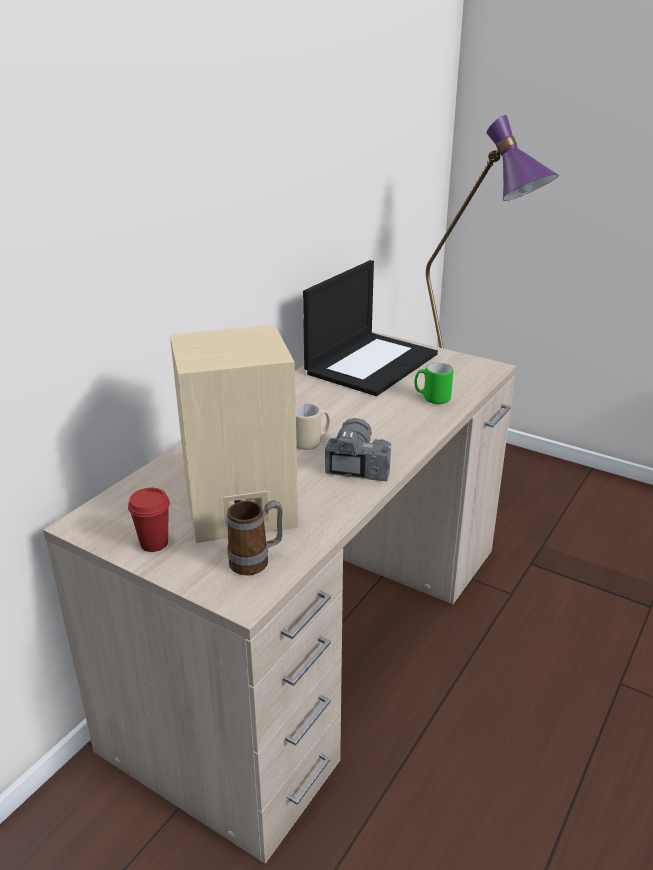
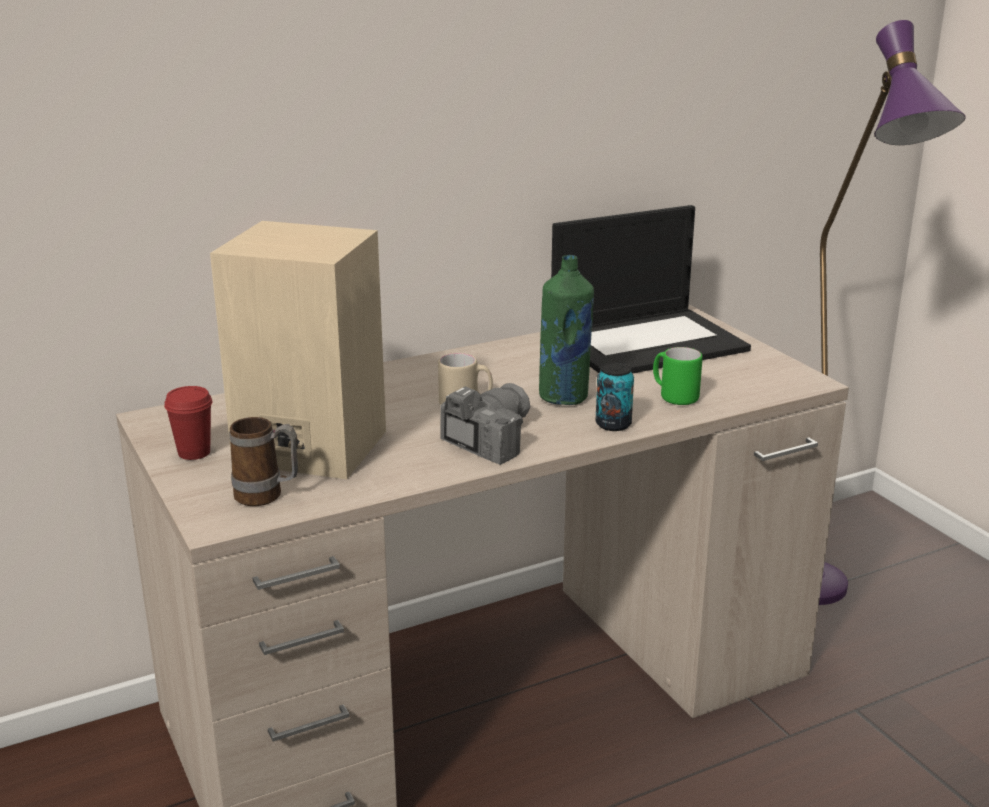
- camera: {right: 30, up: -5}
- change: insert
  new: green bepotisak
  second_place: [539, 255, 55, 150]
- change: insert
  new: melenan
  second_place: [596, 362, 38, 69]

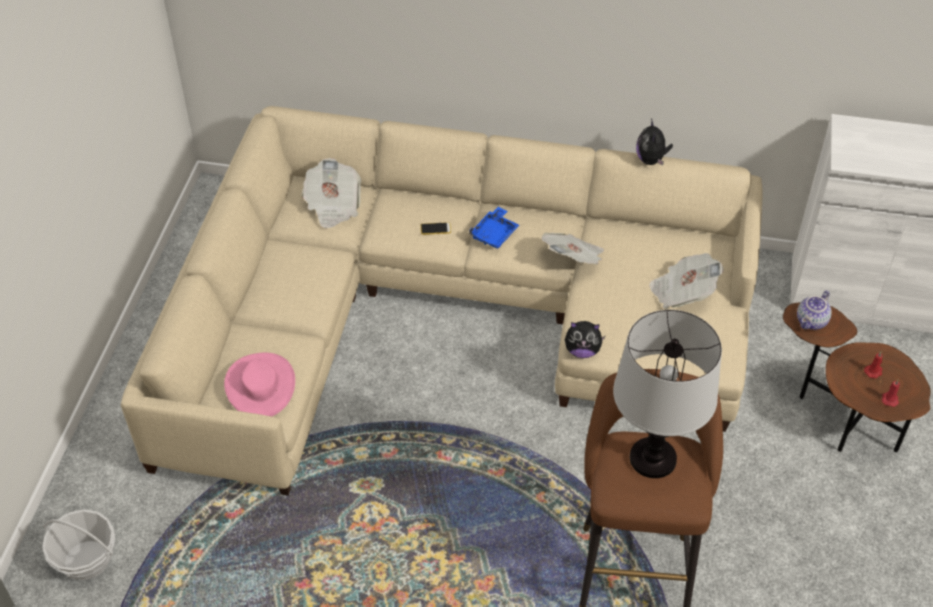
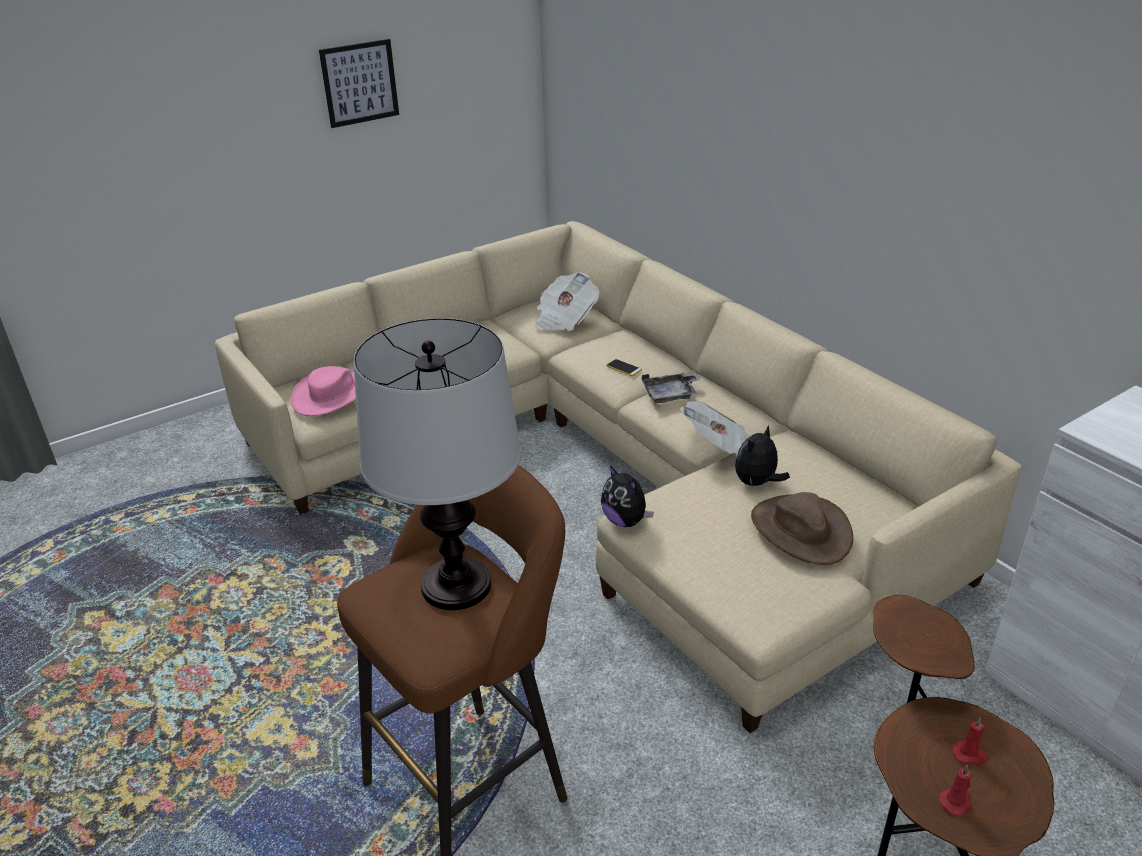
- camera: {right: 45, up: -15}
- change: delete
  old: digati
  first_place: [42, 509, 73, 71]
- change: recolor
  old: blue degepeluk
  new: grey degepeluk
  first_place: [469, 207, 50, 41]
  second_place: [642, 373, 58, 30]
- change: move
  old: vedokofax
  first_place: [636, 118, 37, 47]
  second_place: [735, 425, 55, 63]
- change: replace
  old: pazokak
  new: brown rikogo
  first_place: [649, 253, 75, 56]
  second_place: [751, 492, 102, 73]
- change: delete
  old: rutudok
  first_place: [797, 290, 35, 40]
- change: insert
  new: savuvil
  second_place: [319, 39, 80, 89]

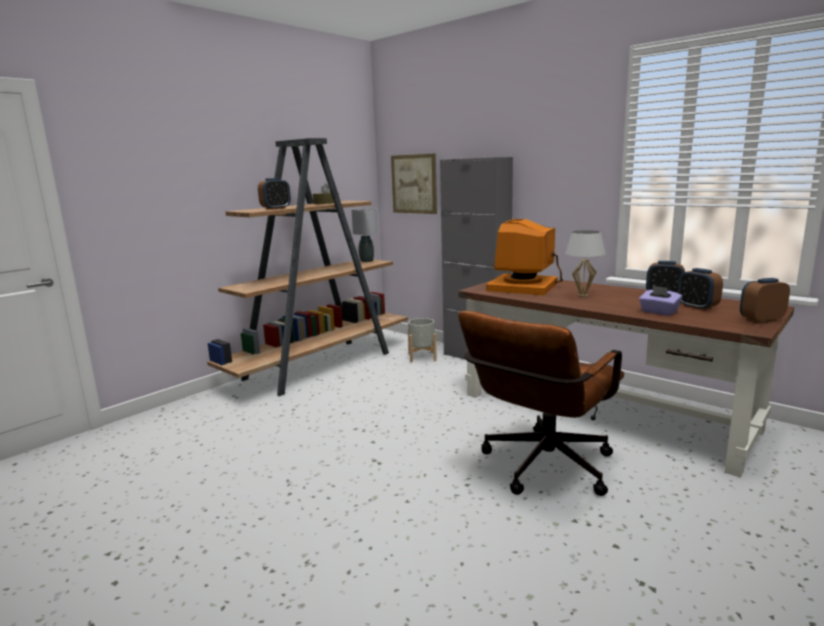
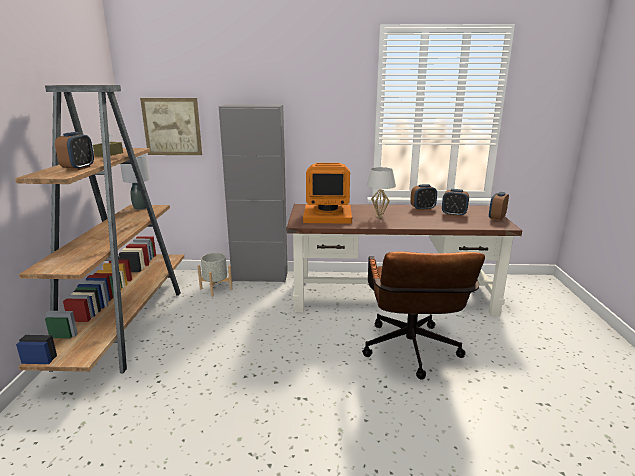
- camera: {right: -40, up: 5}
- change: rotate
  old: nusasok
  first_place: [486, 219, 77, 76]
  second_place: [303, 163, 49, 61]
  degrees: -75
- change: delete
  old: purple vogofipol
  first_place: [639, 285, 43, 31]

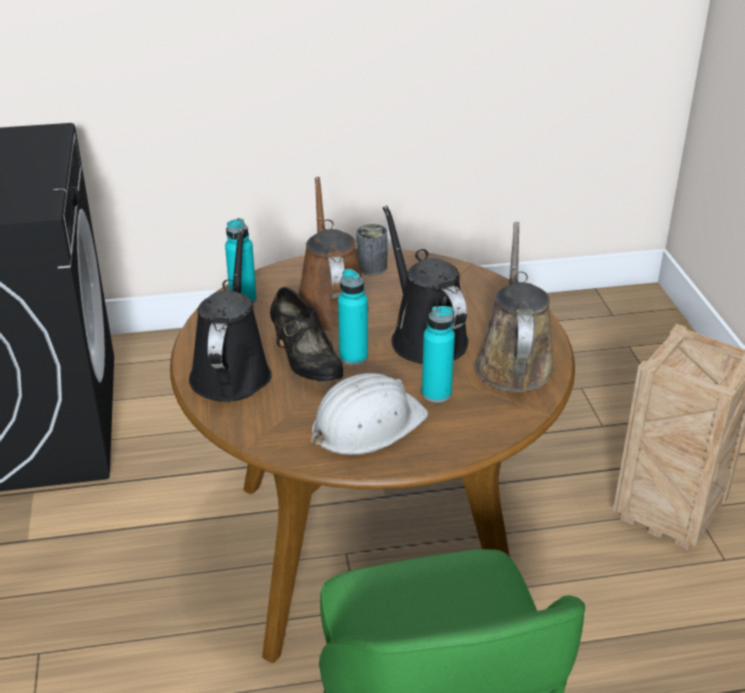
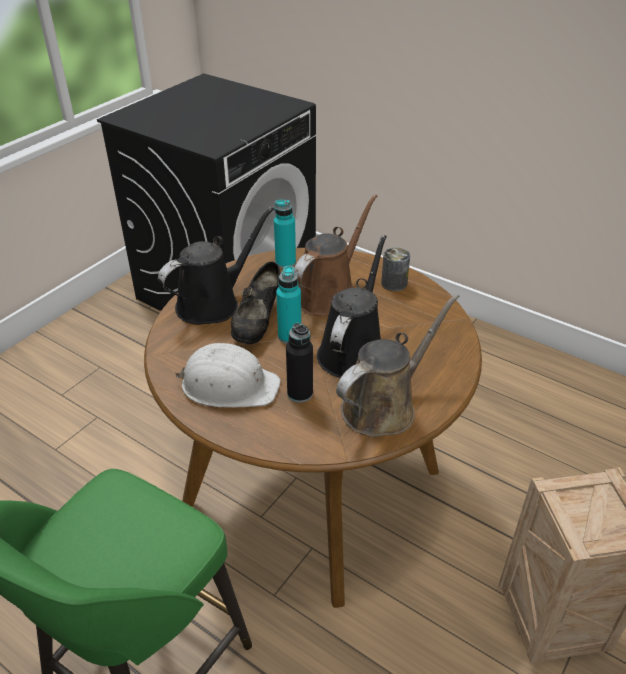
- camera: {right: 45, up: 5}
- change: recolor
  old: turquoise bepotisak
  new: black bepotisak
  first_place: [422, 306, 33, 97]
  second_place: [286, 322, 27, 81]

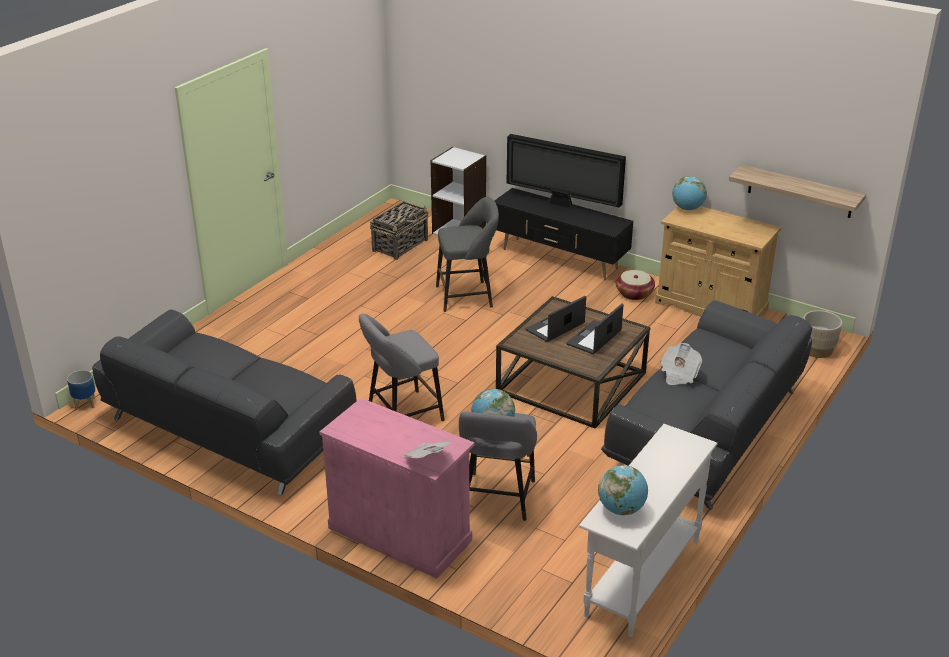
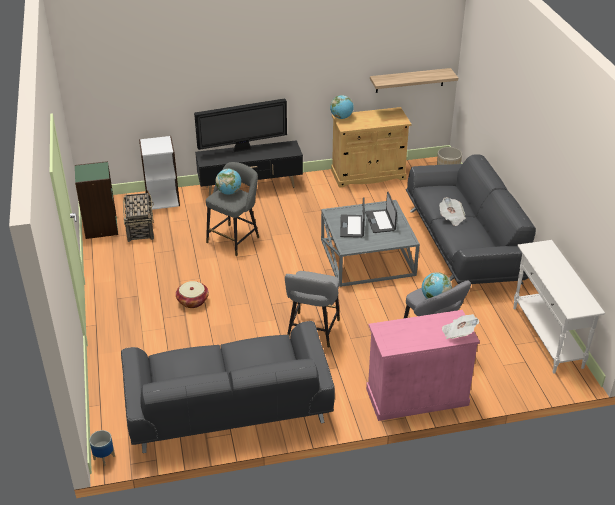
- camera: {right: -45, up: 5}
- change: recolor
  old: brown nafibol
  new: grey nafibol
  first_place: [496, 296, 155, 132]
  second_place: [321, 200, 99, 87]
- change: move
  old: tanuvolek
  first_place: [598, 465, 50, 50]
  second_place: [216, 169, 25, 26]
- change: move
  old: digati
  first_place: [616, 270, 39, 30]
  second_place: [176, 281, 33, 27]
- change: insert
  new: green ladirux
  second_place: [75, 161, 43, 78]

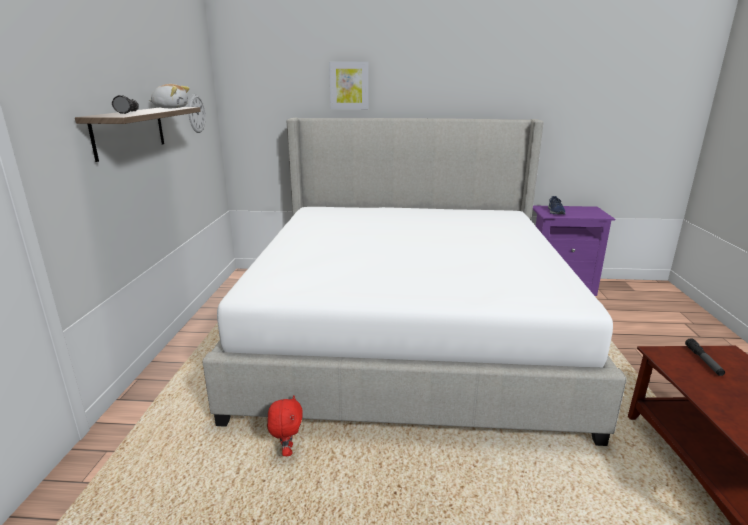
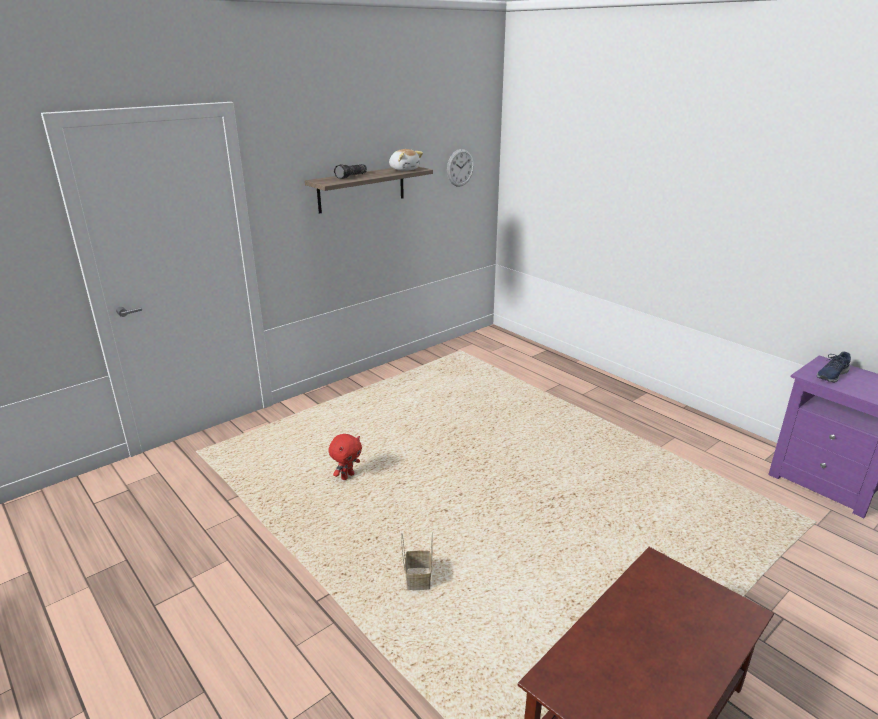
- camera: {right: 45, up: 5}
- change: delete
  old: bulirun
  first_place: [203, 118, 424, 328]
- change: delete
  old: savuvil
  first_place: [329, 62, 40, 47]
- change: delete
  old: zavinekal
  first_place: [685, 338, 40, 38]
- change: insert
  new: digati
  second_place: [401, 532, 32, 58]

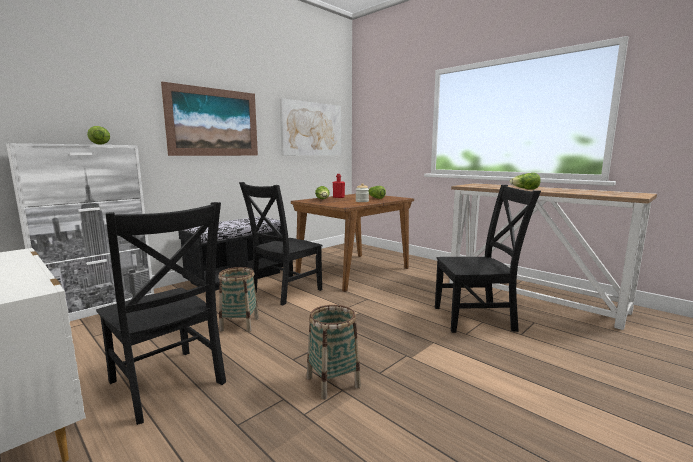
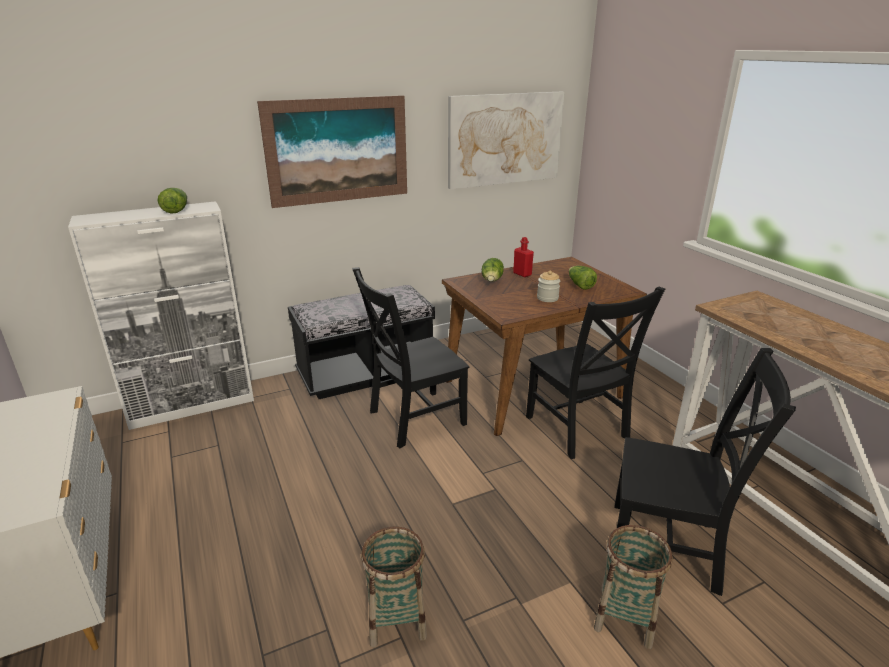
- camera: {right: 20, up: 15}
- change: move
  old: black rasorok
  first_place: [96, 202, 130, 223]
  second_place: [526, 287, 139, 172]
- change: move
  old: digati
  first_place: [218, 267, 41, 65]
  second_place: [594, 525, 79, 124]
- change: delete
  old: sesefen
  first_place: [509, 173, 32, 16]

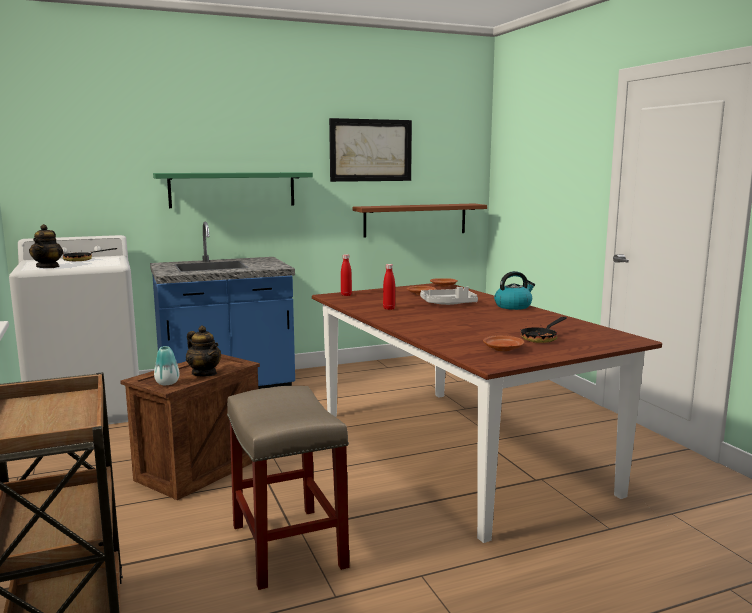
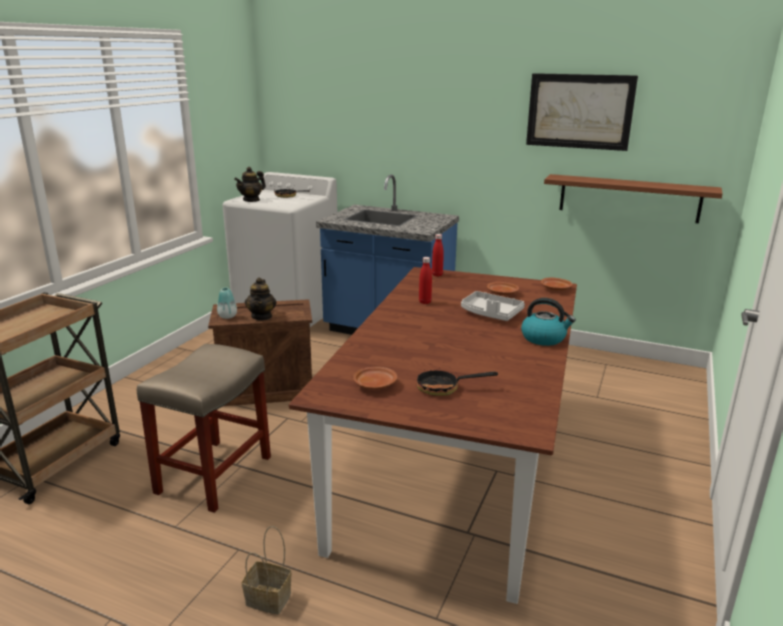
- camera: {right: 45, up: 10}
- change: delete
  old: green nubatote
  first_place: [153, 172, 160, 36]
- change: insert
  new: digati
  second_place: [242, 526, 50, 88]

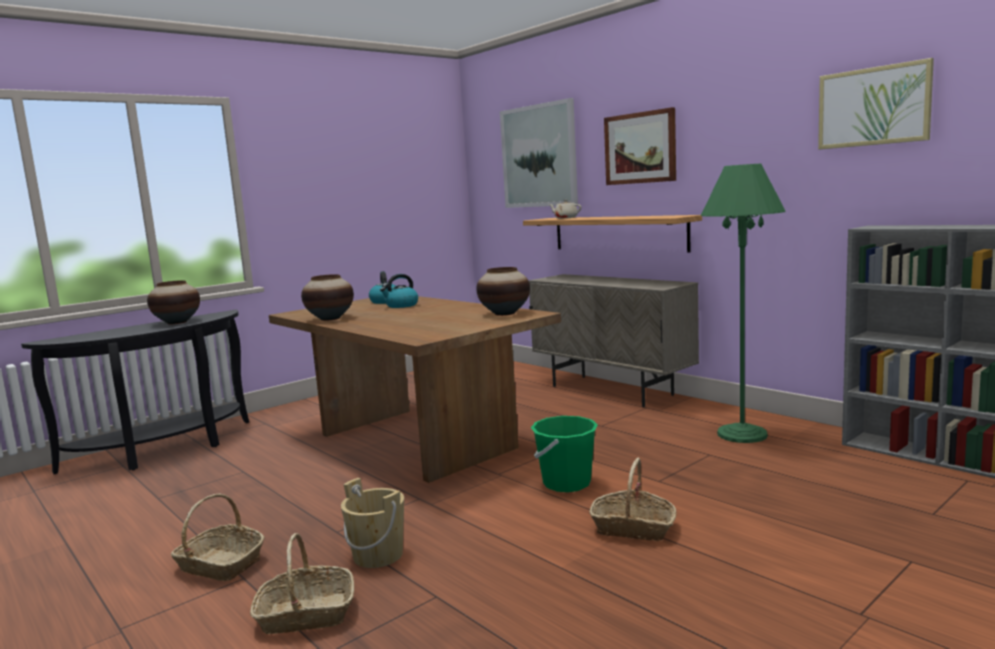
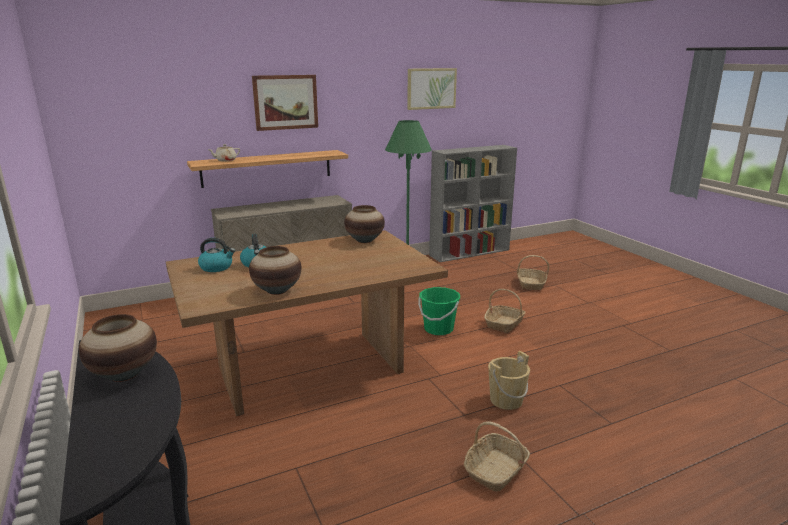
- camera: {right: -75, up: 10}
- change: move
  old: digati
  first_place: [250, 533, 104, 101]
  second_place: [517, 255, 32, 35]
- change: delete
  old: savuvil
  first_place: [500, 98, 78, 110]

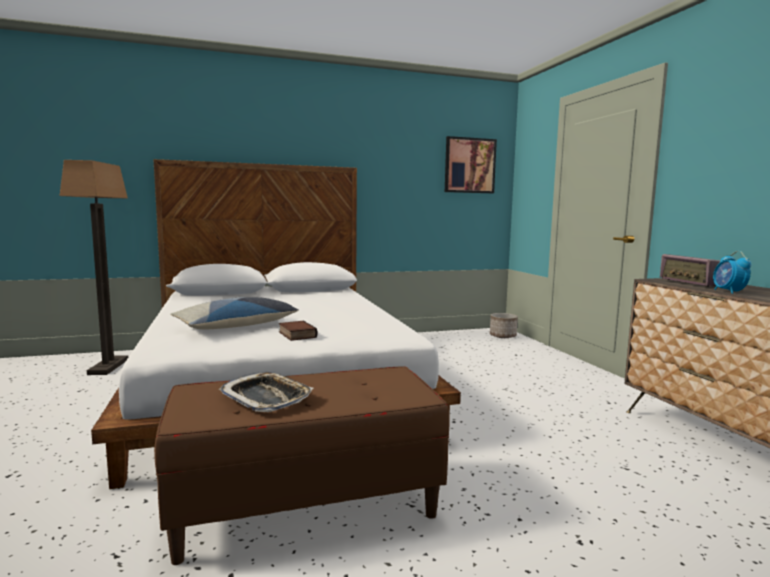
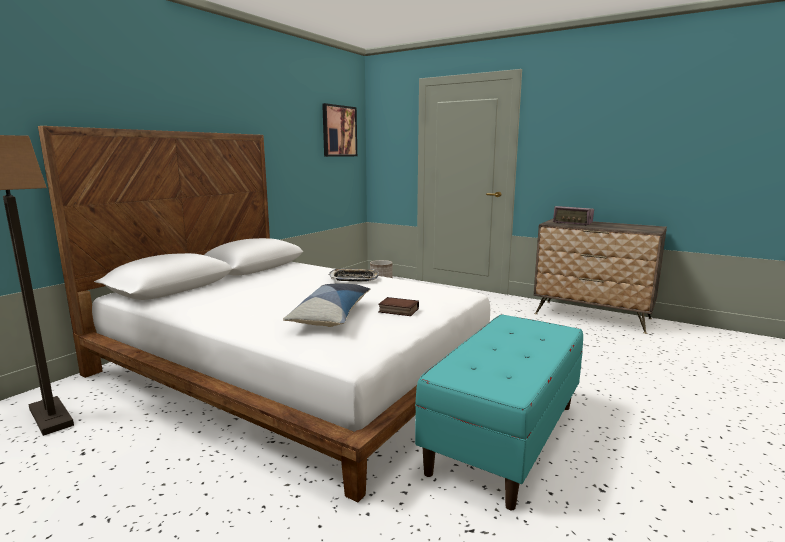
- camera: {right: -40, up: 5}
- change: recolor
  old: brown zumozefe
  new: turquoise zumozefe
  first_place: [154, 366, 296, 199]
  second_place: [415, 314, 168, 196]
- change: move
  old: degepeluk
  first_place: [219, 372, 94, 40]
  second_place: [329, 268, 50, 14]
- change: delete
  old: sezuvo
  first_place: [713, 251, 39, 43]

